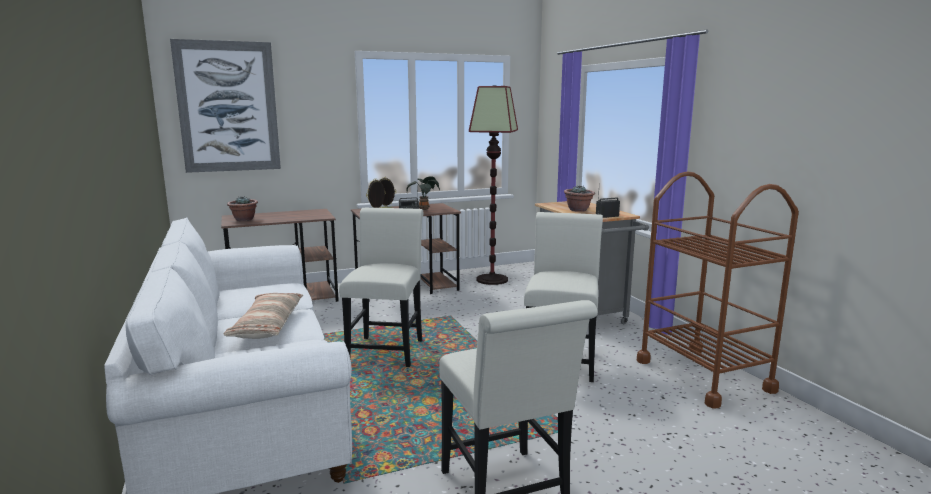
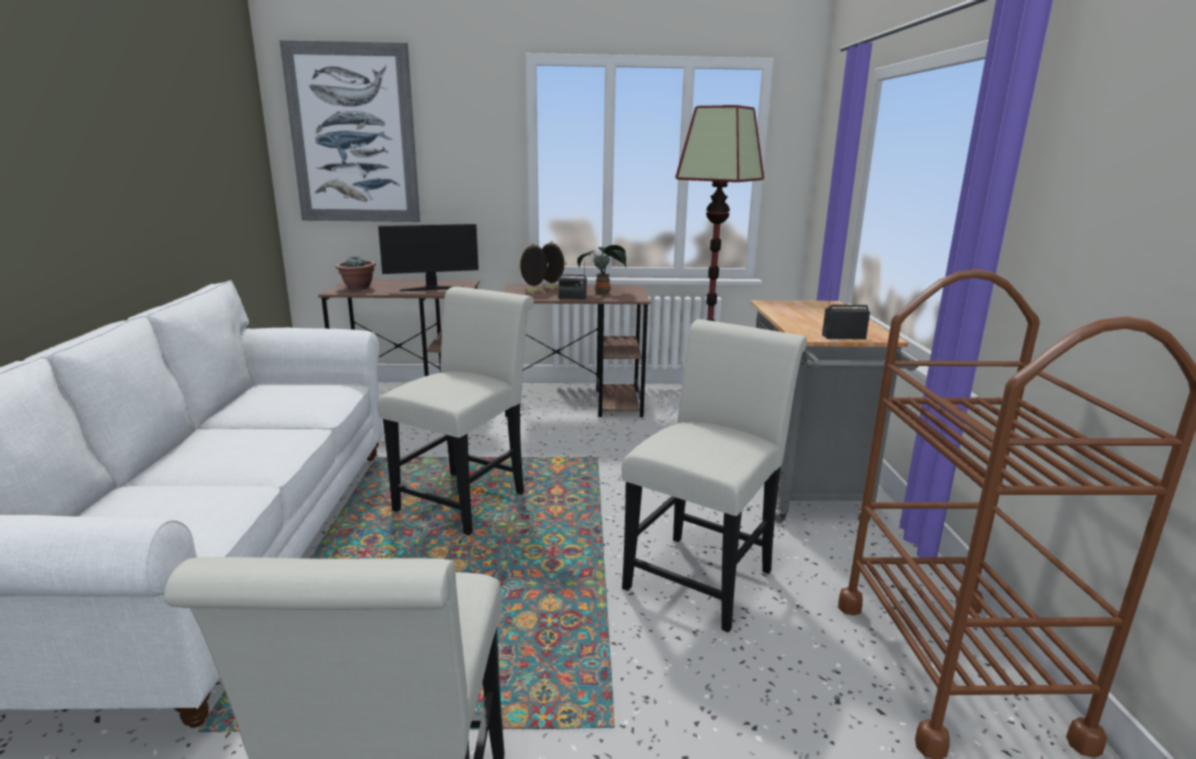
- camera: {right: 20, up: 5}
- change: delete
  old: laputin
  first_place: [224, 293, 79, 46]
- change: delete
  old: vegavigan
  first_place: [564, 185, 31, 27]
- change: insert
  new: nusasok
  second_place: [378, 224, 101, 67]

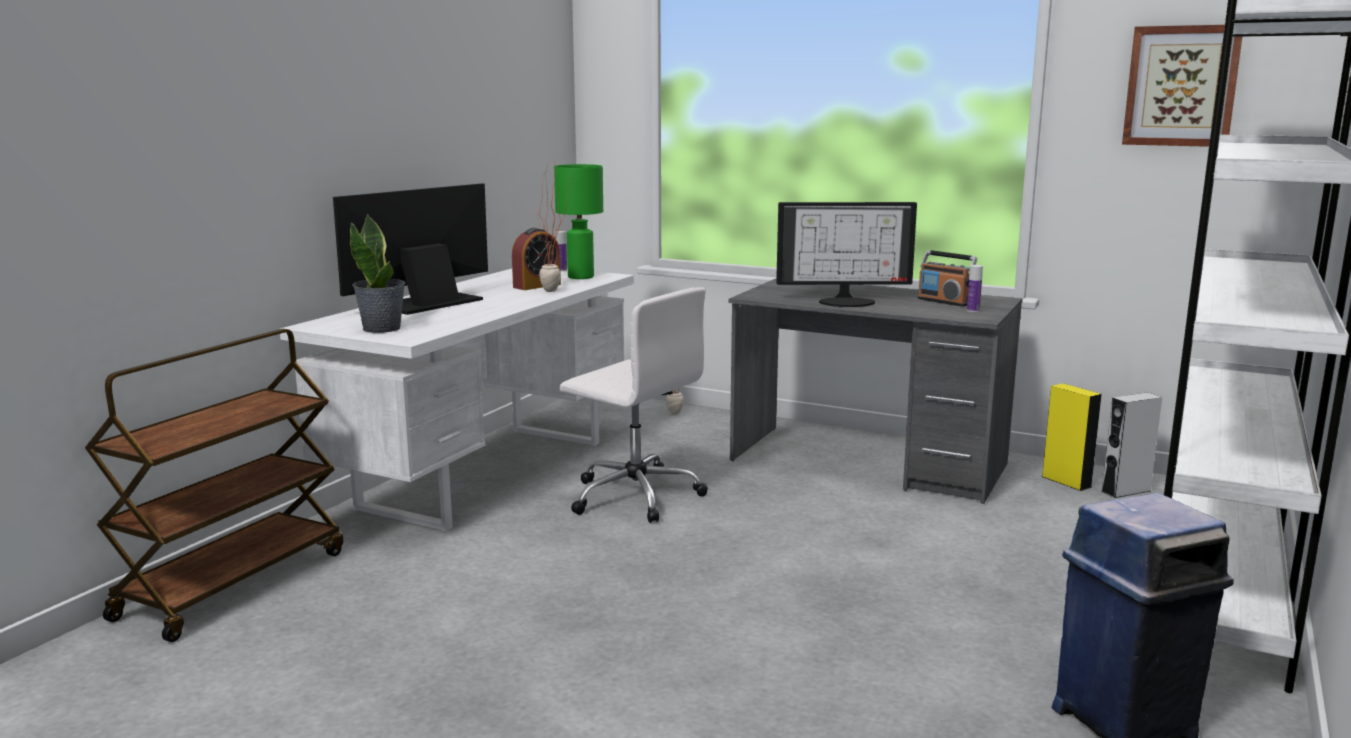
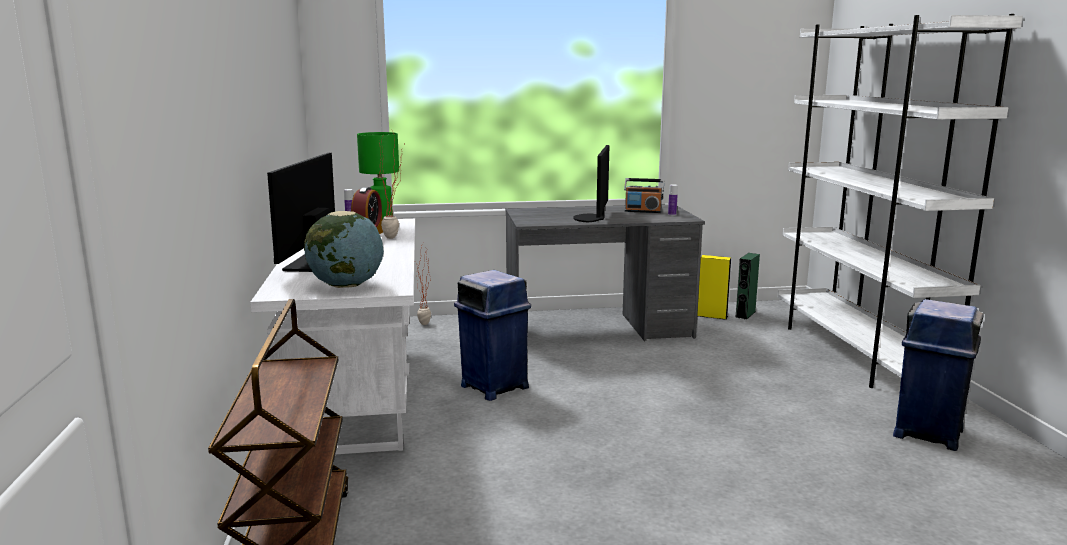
- camera: {right: -35, up: 0}
- change: replace
  old: vegavigan
  new: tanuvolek
  first_place: [350, 215, 55, 118]
  second_place: [304, 211, 80, 77]
- change: replace
  old: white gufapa
  new: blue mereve
  first_place: [560, 287, 148, 236]
  second_place: [454, 270, 77, 131]
- change: rotate
  old: nusasok
  first_place: [776, 202, 141, 105]
  second_place: [573, 145, 36, 77]
  degrees: 135
- change: recolor
  old: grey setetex
  new: green setetex
  first_place: [1101, 392, 61, 106]
  second_place: [735, 253, 25, 67]
- change: delete
  old: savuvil
  first_place: [1122, 25, 120, 122]

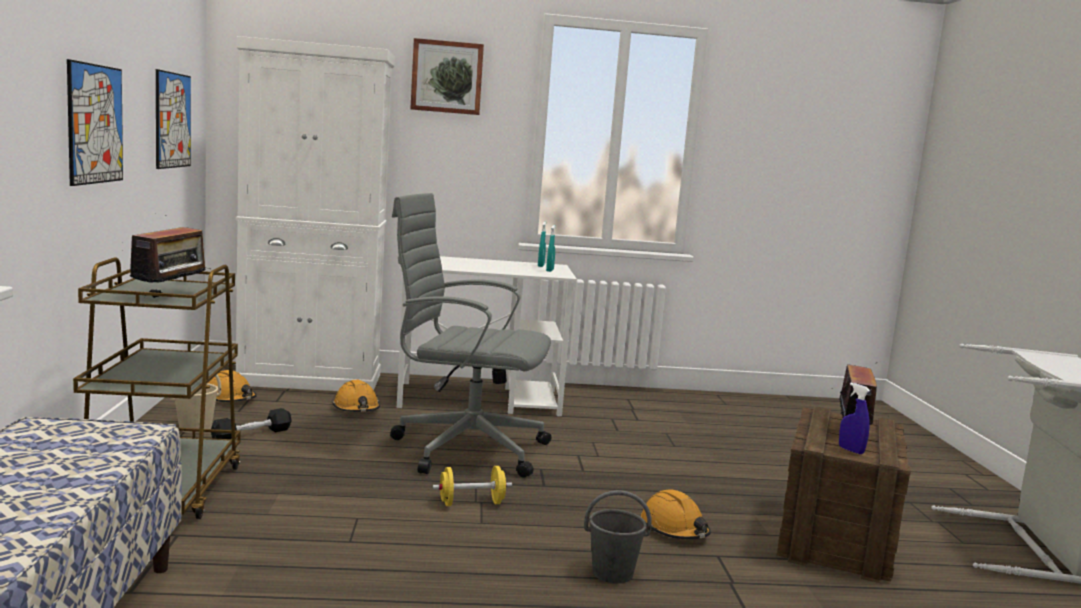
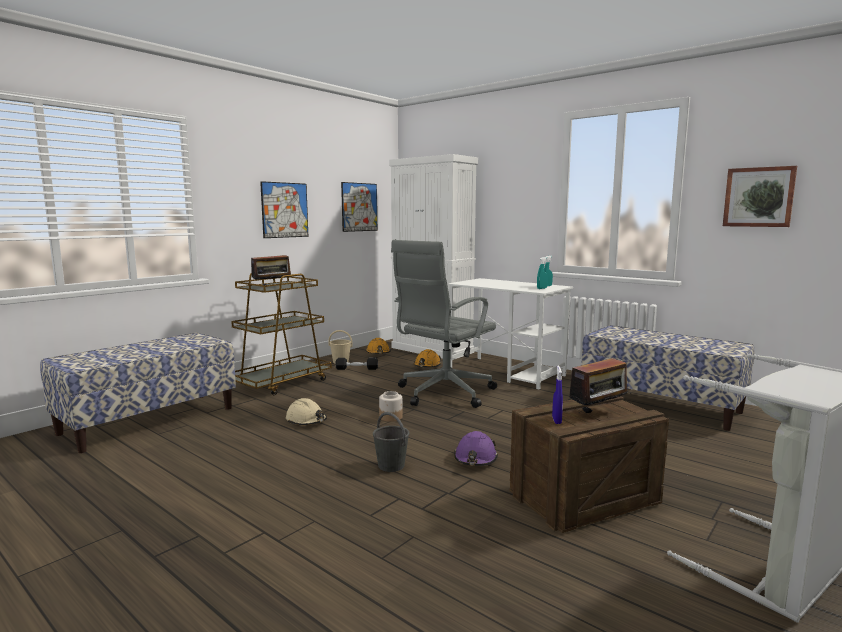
- camera: {right: 45, up: 0}
- change: rotate
  old: grey gufapa
  first_place: [390, 193, 161, 285]
  second_place: [391, 240, 106, 168]
  degrees: -105
- change: move
  old: savuvil
  first_place: [410, 38, 74, 77]
  second_place: [723, 166, 74, 61]
- change: replace
  old: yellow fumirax
  new: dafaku
  first_place: [432, 466, 80, 40]
  second_place: [379, 391, 24, 31]
- change: recolor
  old: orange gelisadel
  new: purple gelisadel
  first_place: [641, 489, 70, 50]
  second_place: [454, 431, 44, 35]
- change: insert
  new: beige gelisadel
  second_place: [286, 398, 41, 27]
- change: insert
  new: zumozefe
  second_place: [581, 325, 174, 106]

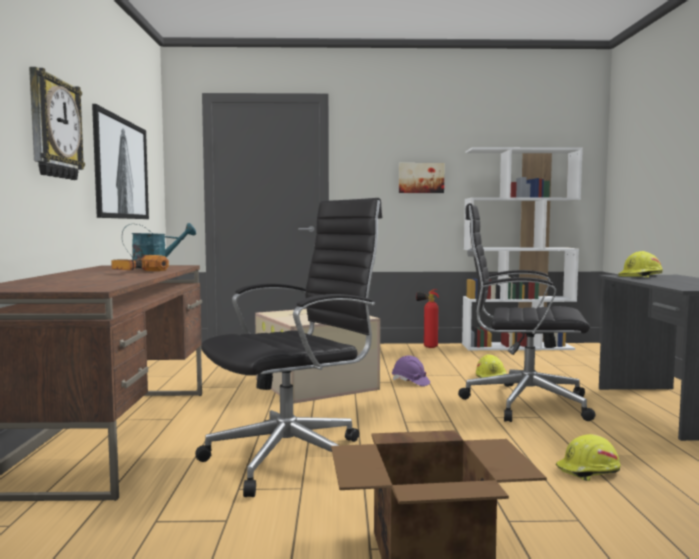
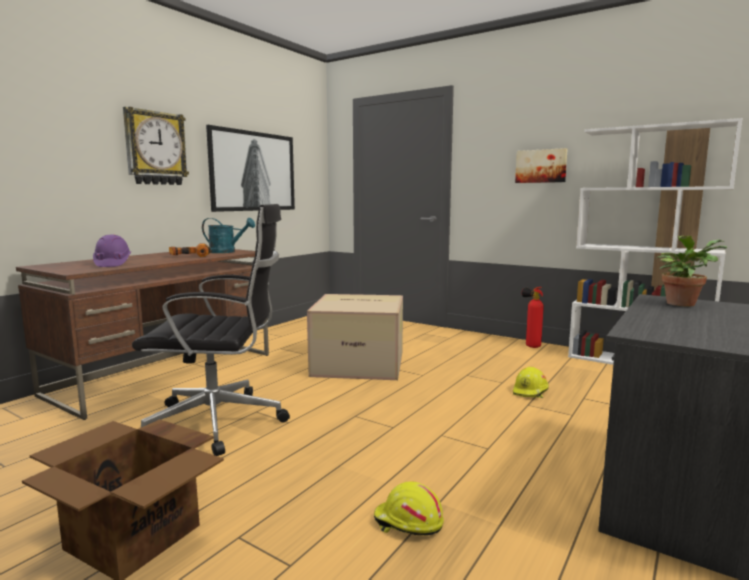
- camera: {right: 35, up: 5}
- change: move
  old: purple gelisadel
  first_place: [392, 355, 38, 31]
  second_place: [93, 235, 38, 32]
- change: delete
  old: black gufapa
  first_place: [458, 203, 137, 219]
- change: replace
  old: yellow gelisadel
  new: vegavigan
  first_place: [618, 251, 45, 27]
  second_place: [656, 236, 71, 71]

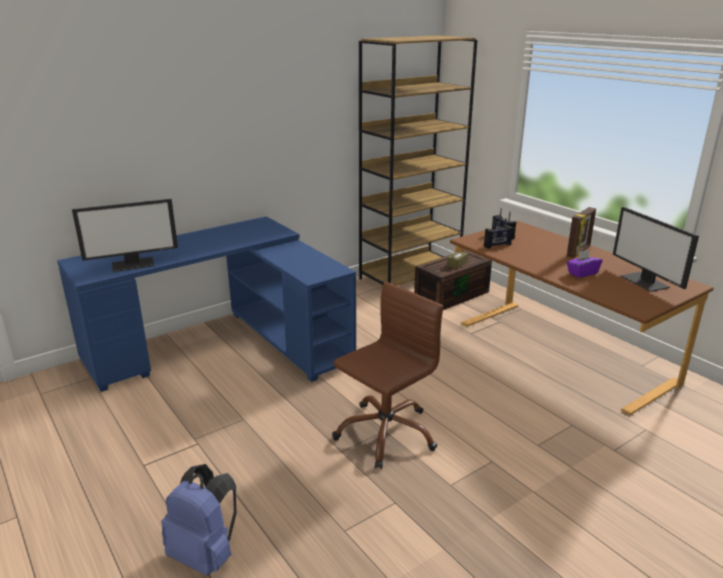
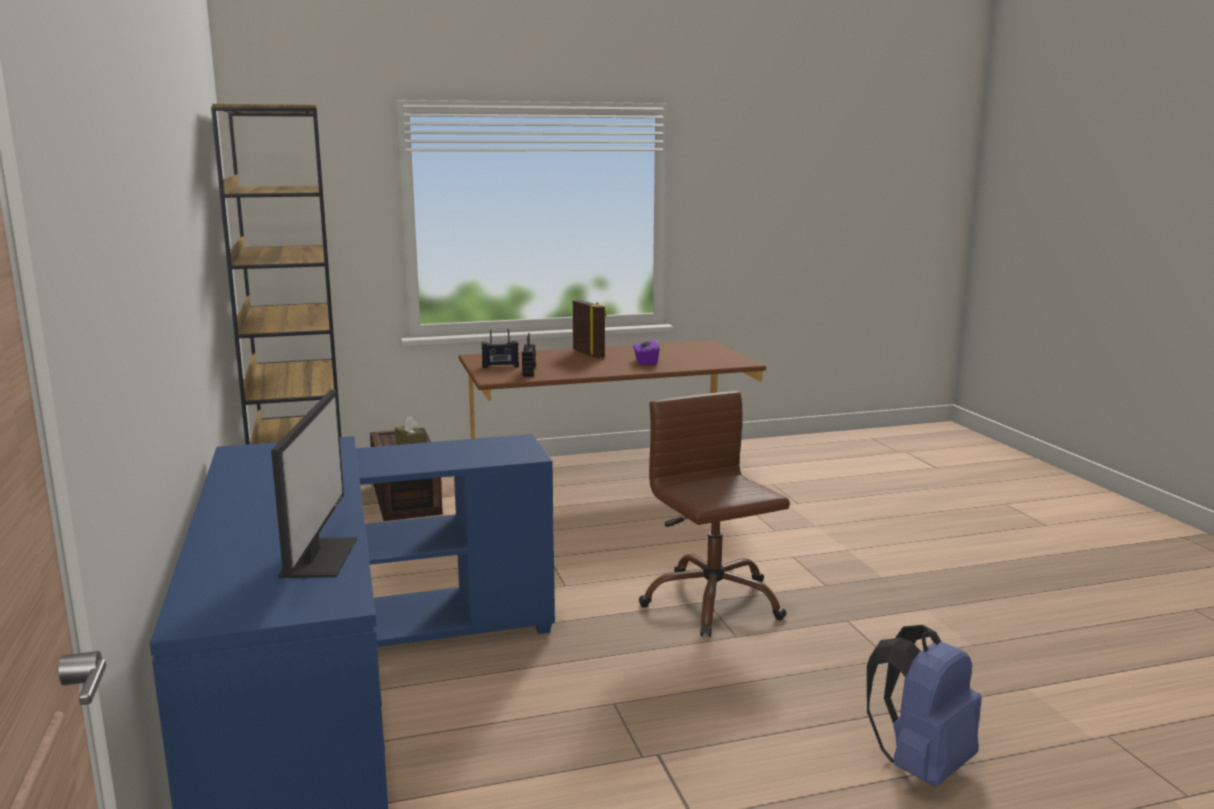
- camera: {right: -70, up: -10}
- change: delete
  old: nusasok
  first_place: [613, 207, 86, 85]

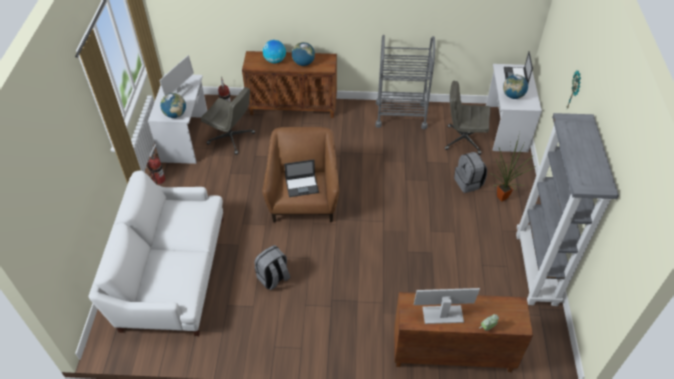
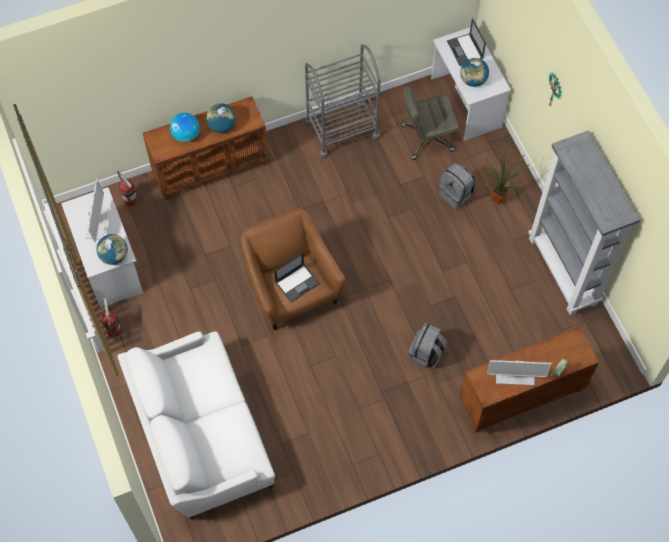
- camera: {right: -25, up: 15}
- change: delete
  old: grey gufapa
  first_place: [201, 87, 54, 68]
- change: move
  old: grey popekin
  first_place: [254, 245, 37, 45]
  second_place: [409, 323, 38, 45]
- change: rotate
  old: nusasok
  first_place: [414, 288, 66, 36]
  second_place: [487, 360, 64, 26]
  degrees: -150

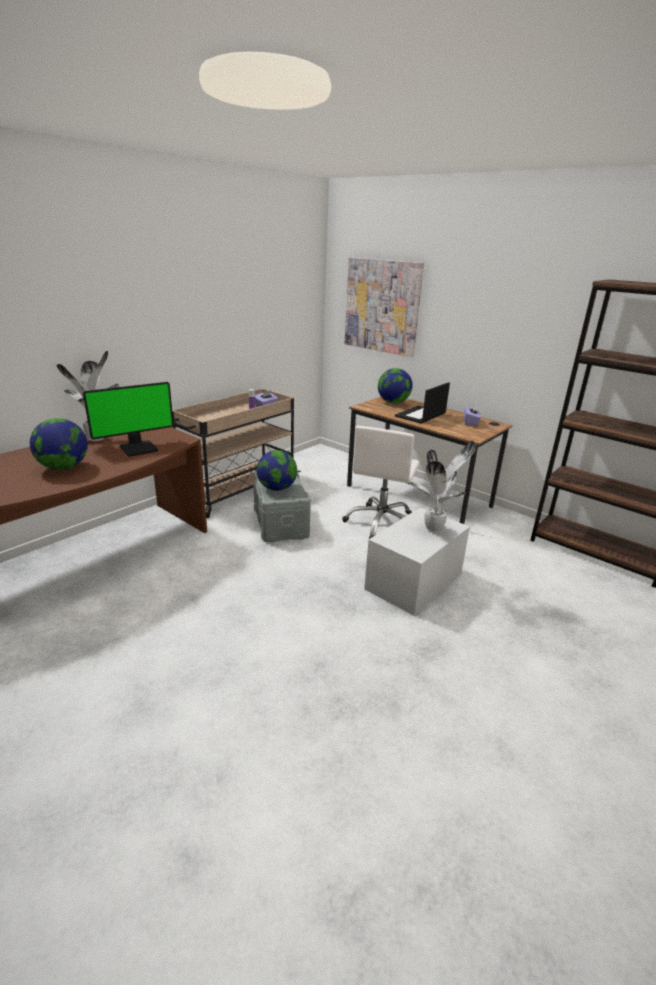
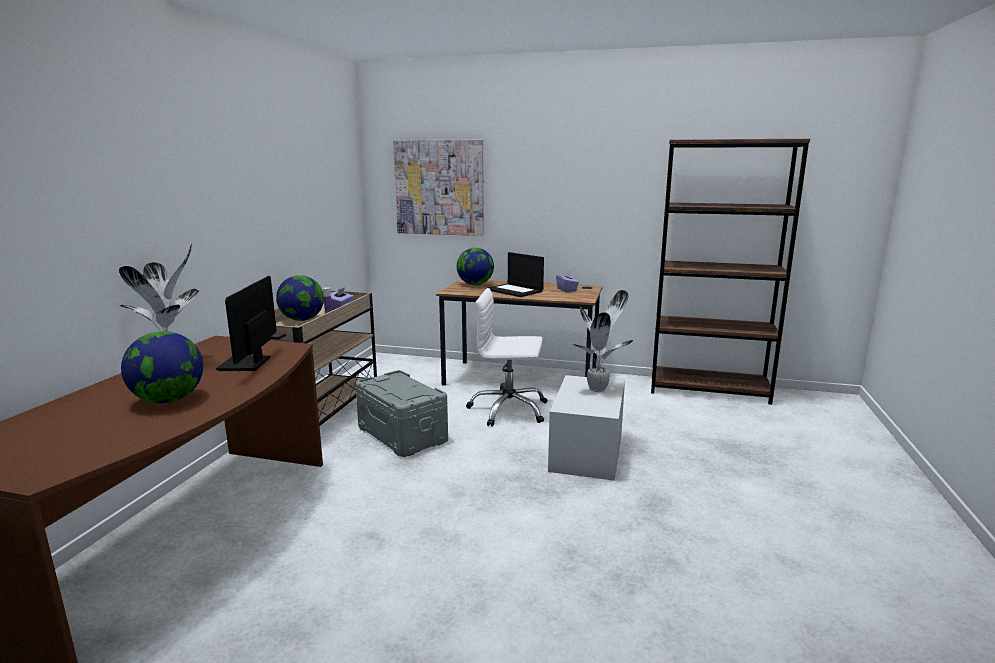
- camera: {right: -25, up: -10}
- change: rotate
  old: nusasok
  first_place: [83, 382, 91, 75]
  second_place: [216, 276, 60, 95]
  degrees: 150
- change: move
  old: tanuvolek
  first_place: [257, 450, 40, 41]
  second_place: [276, 275, 48, 46]
- change: rotate
  old: white gufapa
  first_place: [342, 426, 77, 113]
  second_place: [466, 288, 81, 139]
  degrees: 105
- change: rotate
  old: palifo
  first_place: [395, 382, 55, 42]
  second_place: [485, 252, 59, 45]
  degrees: -60

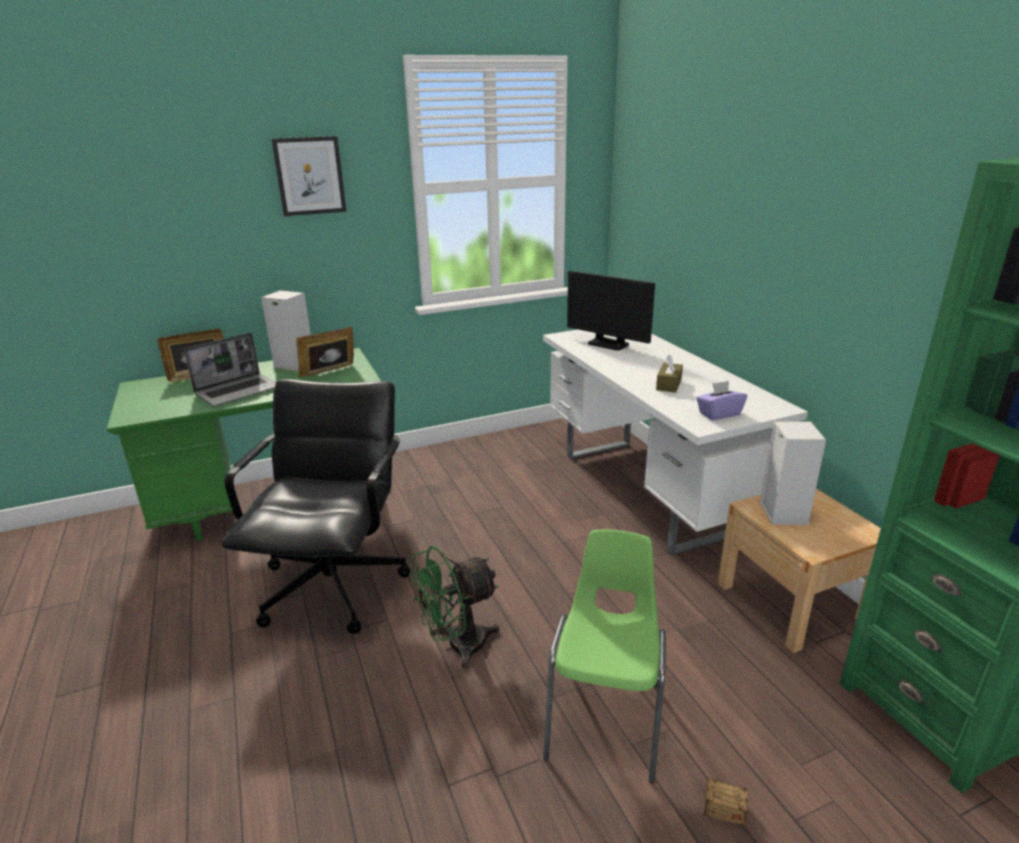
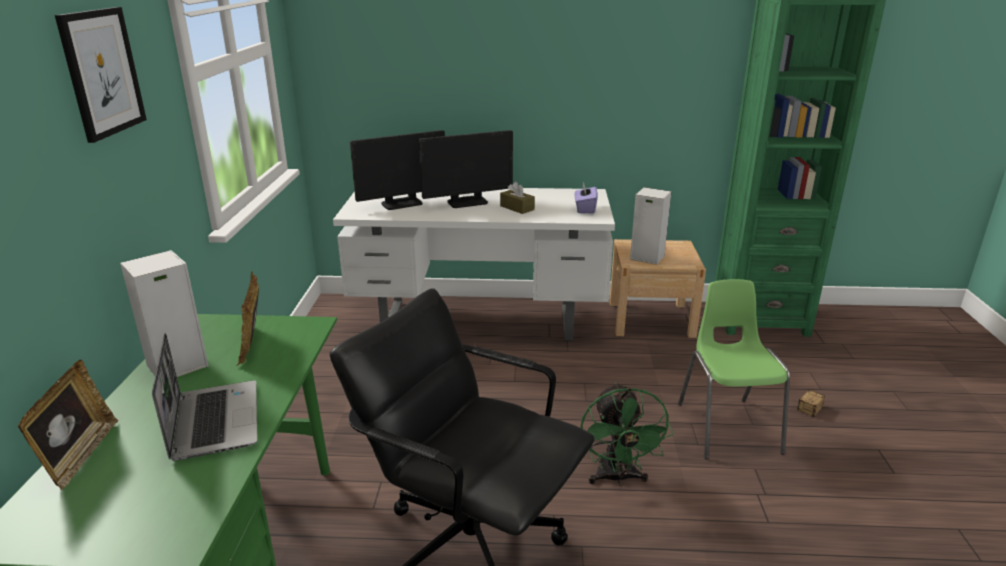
- camera: {right: -65, up: 0}
- change: rotate
  old: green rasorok
  first_place: [543, 529, 123, 254]
  second_place: [678, 279, 112, 180]
  degrees: 45
- change: insert
  new: nusasok
  second_place: [419, 130, 94, 78]

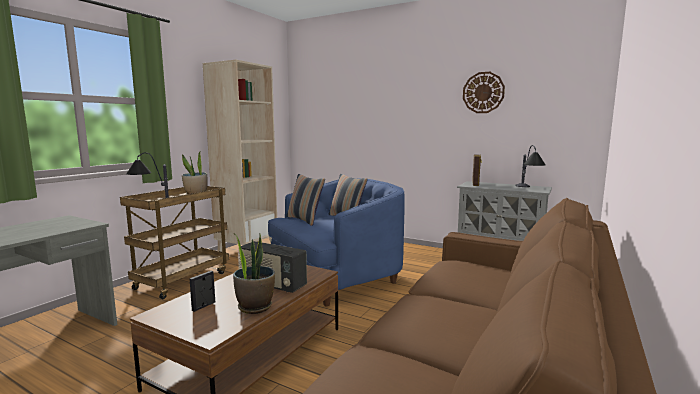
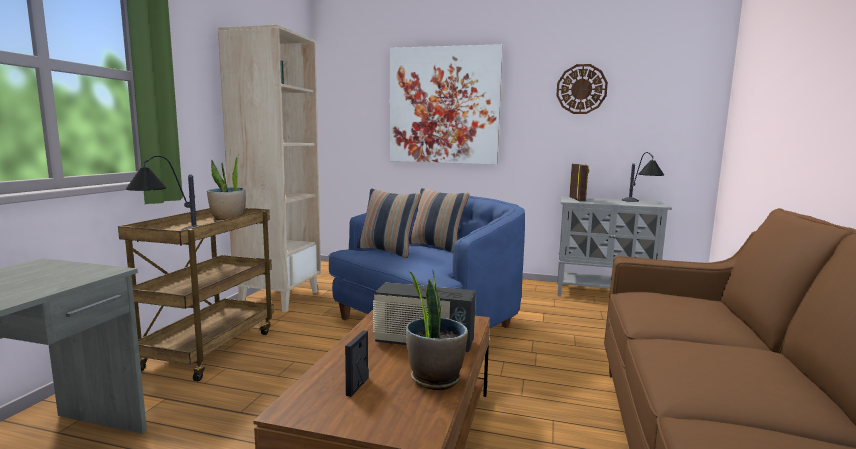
- camera: {right: -15, up: 0}
- change: insert
  new: savuvil
  second_place: [389, 44, 114, 121]

